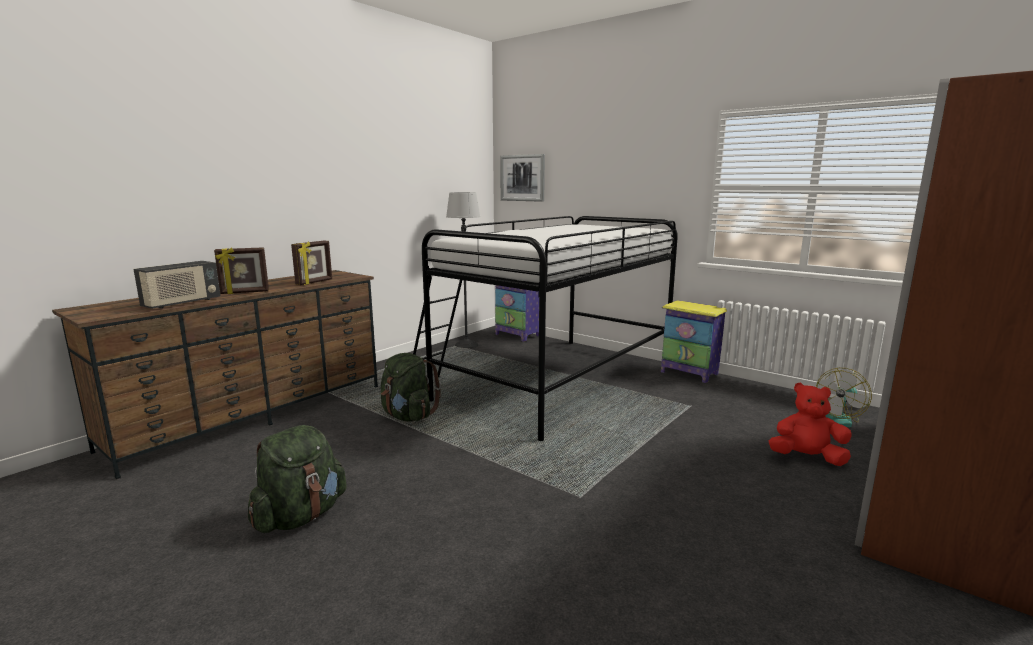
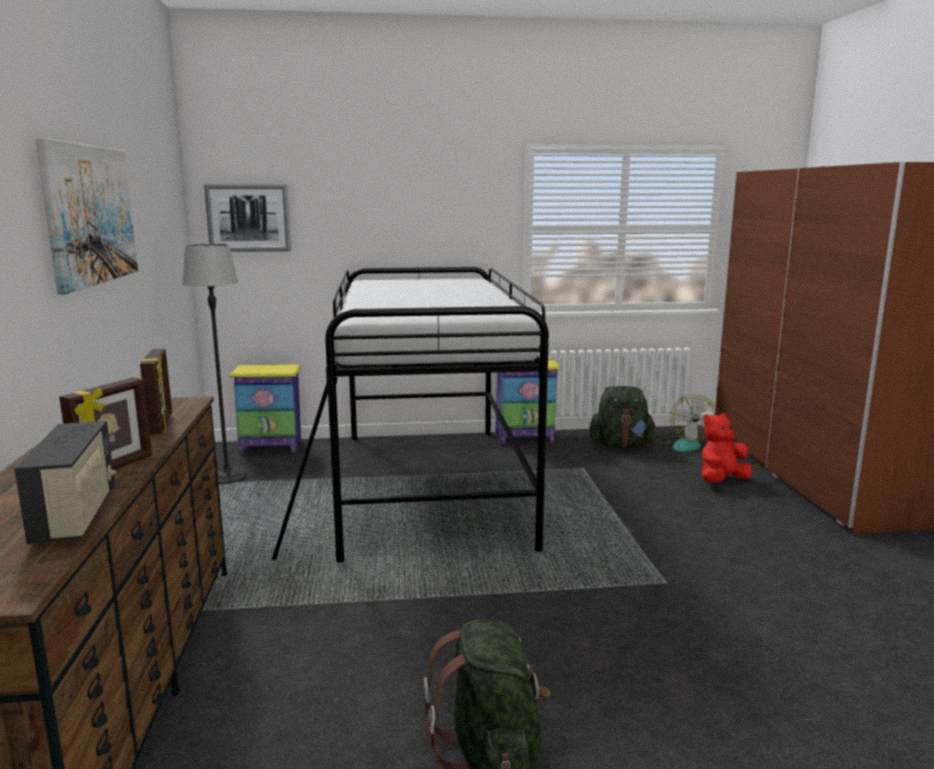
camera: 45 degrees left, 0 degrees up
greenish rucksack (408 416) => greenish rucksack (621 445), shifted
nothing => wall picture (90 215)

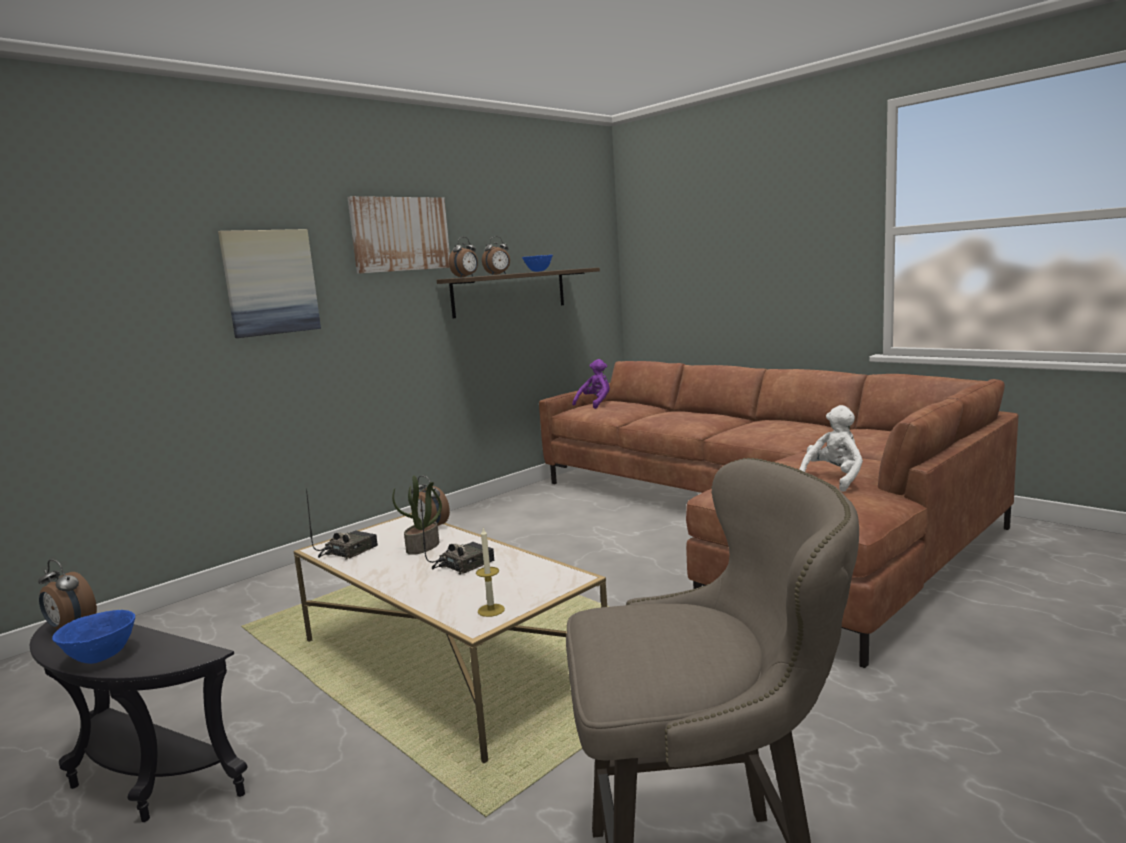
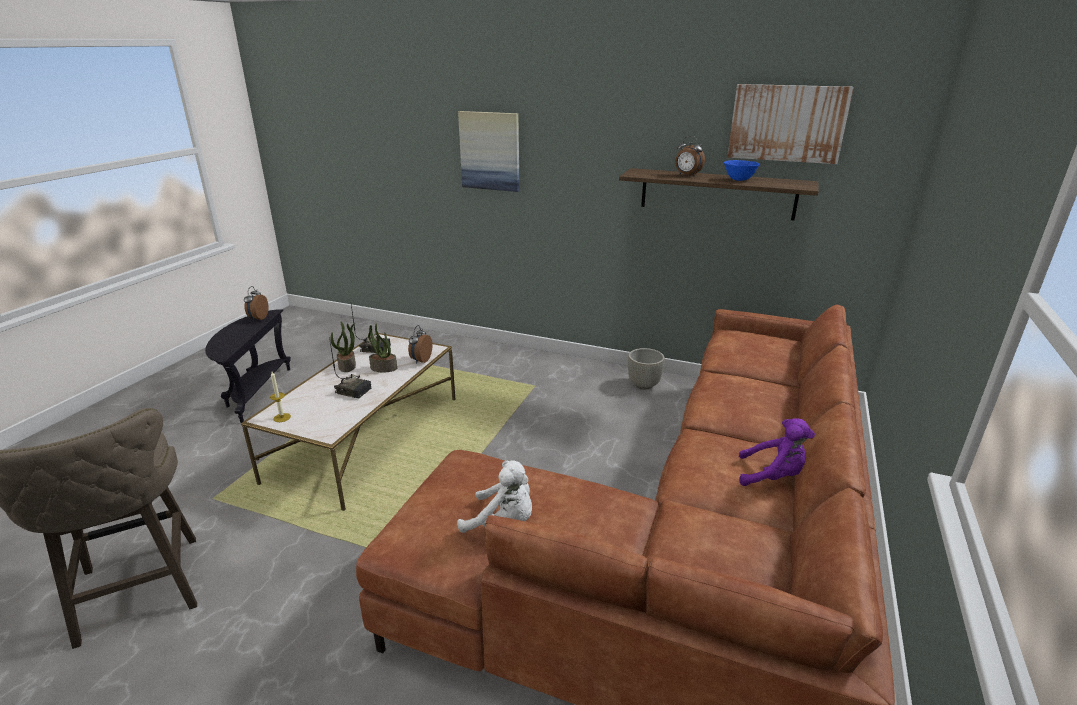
camera: 65 degrees right, 15 degrees up
bluish bowl (101 657) => nothing
wall picture (400 234) => wall picture (787 123), shifted
bedside clock (466 277) => nothing
purplish plush toy (595 404) => purplish plush toy (773 476), shifted
nothing => houseplant (347 366)
nothing => gray planter (644 385)

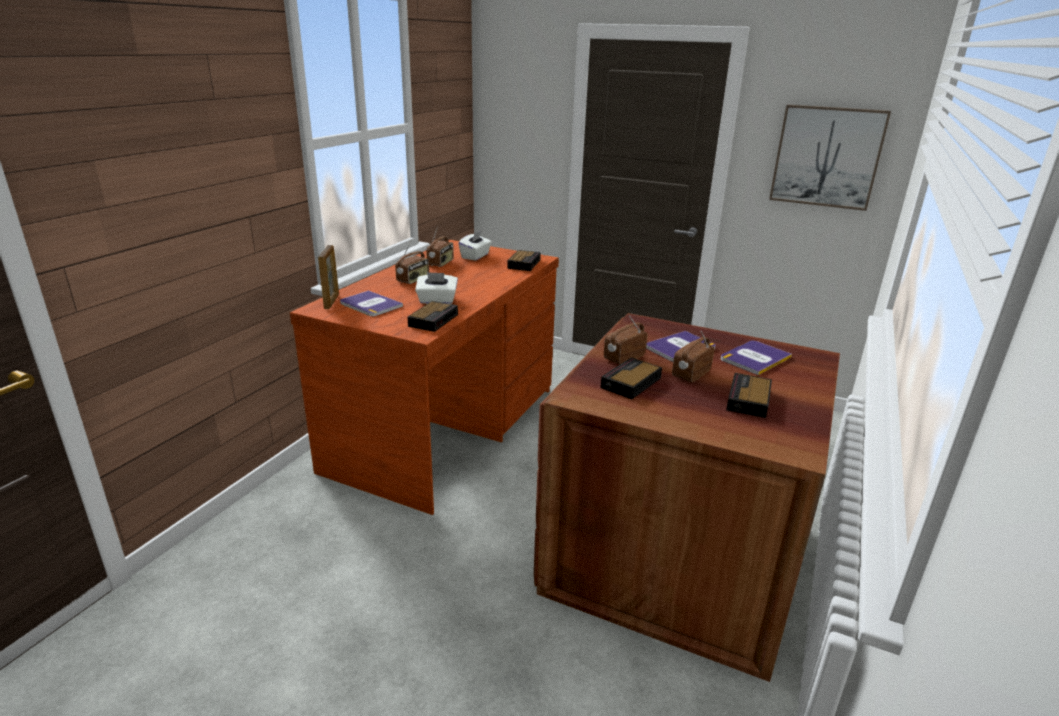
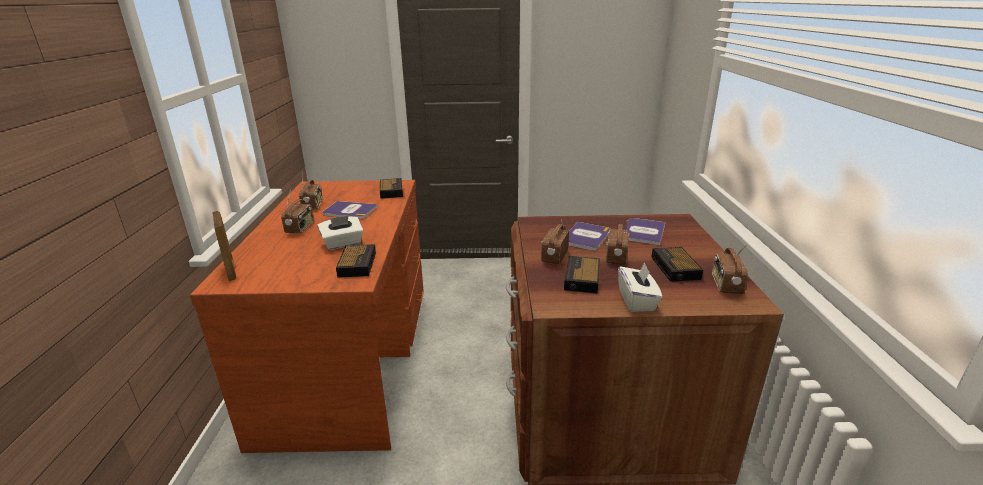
camera: 25 degrees left, 0 degrees up
volume (370 305) => volume (350 211), shifted
whitish tissue box (475 256) => whitish tissue box (637 301), shifted
wall picture (827 157) => nothing
nothing => radio (725 285)

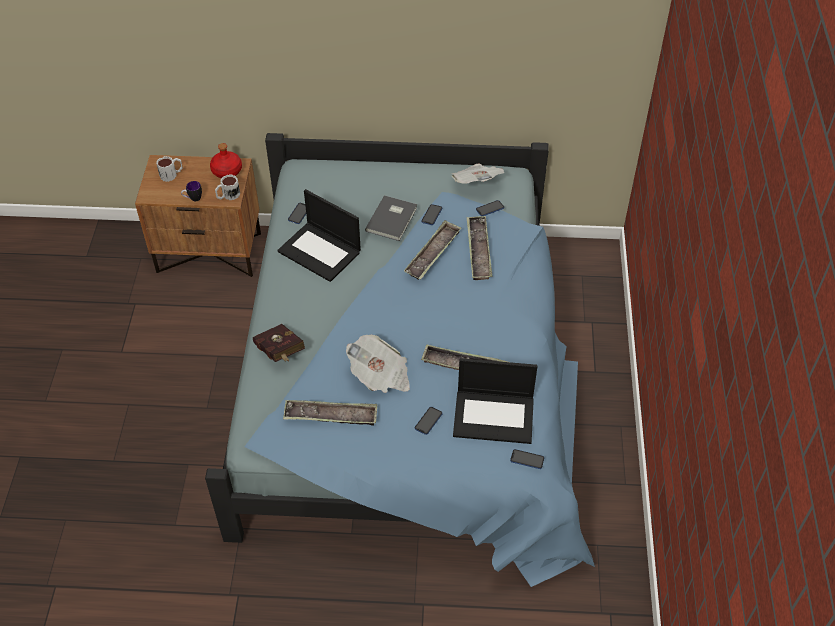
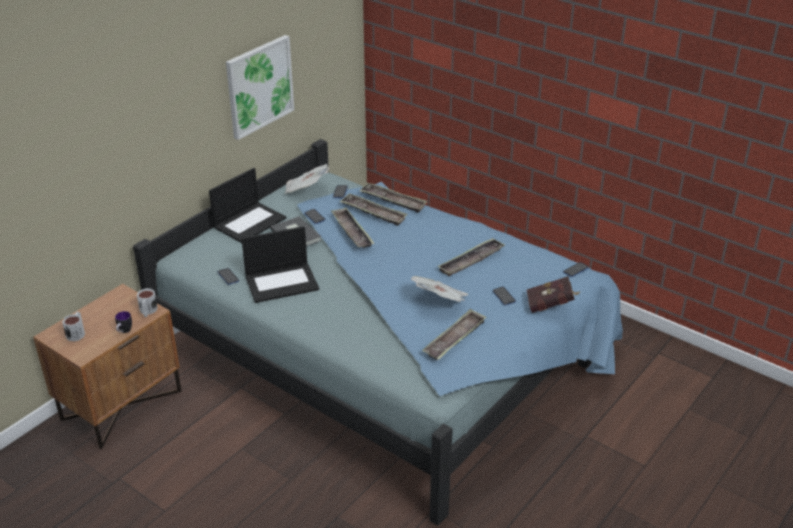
camera: 55 degrees left, 15 degrees down
reddish drink bottle (227 171) => nothing
reddish volume (280 353) => reddish volume (551 305), shifted
notebook computer (494 416) => notebook computer (250 222), shifted
nothing => wall picture (259 86)
nothing => tray (393 201)

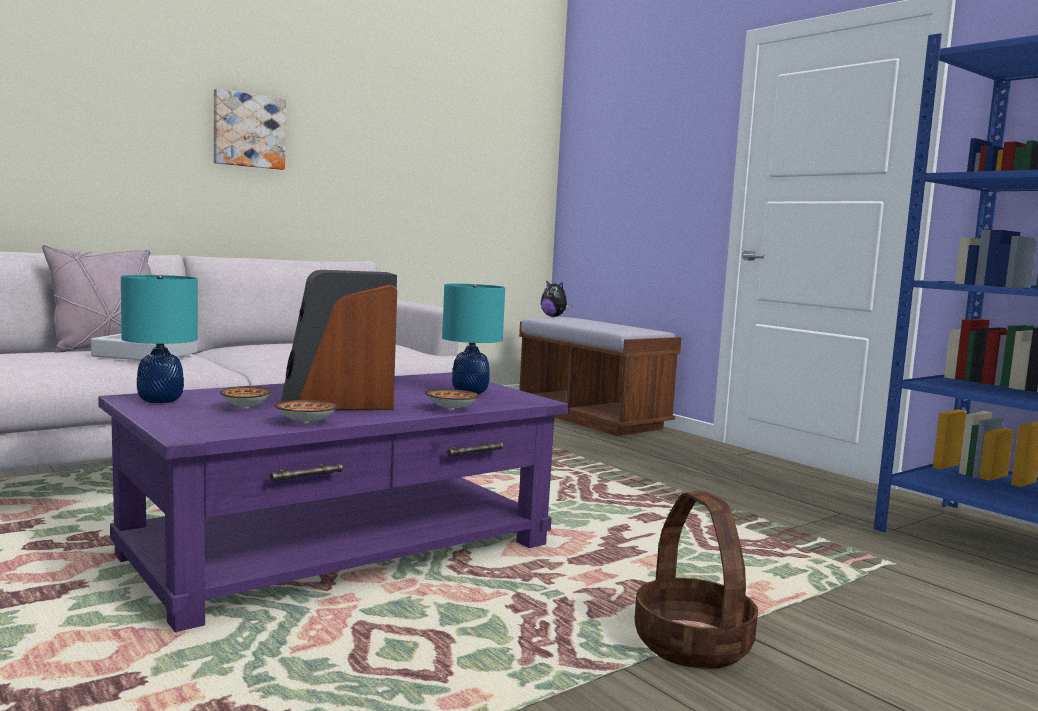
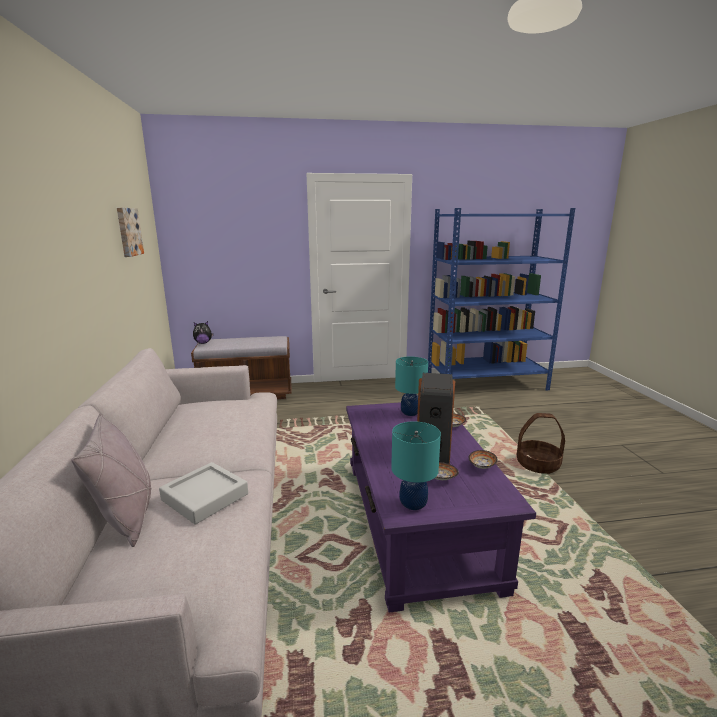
camera: 60 degrees left, 10 degrees up
wall picture (248 130) => wall picture (128 232), shifted

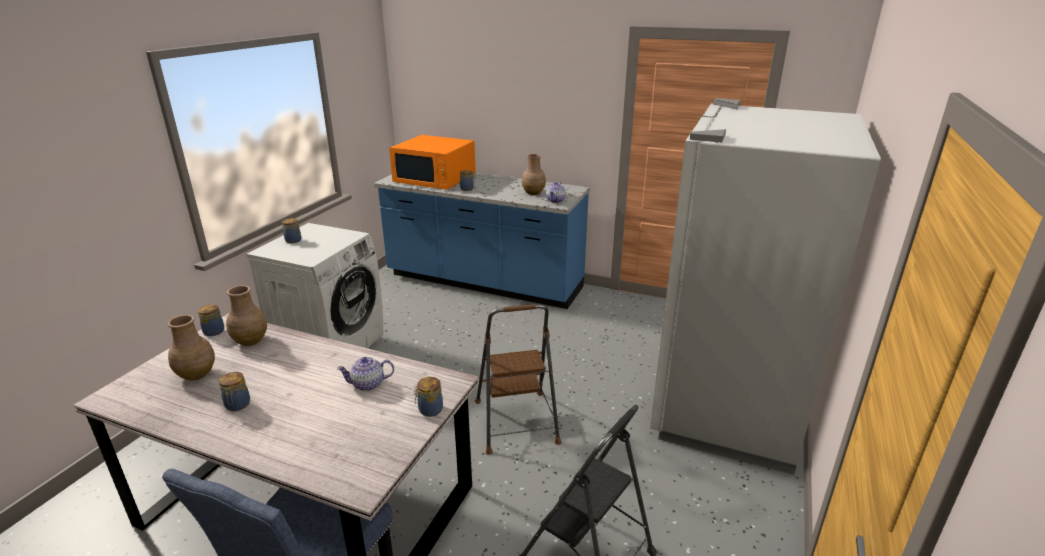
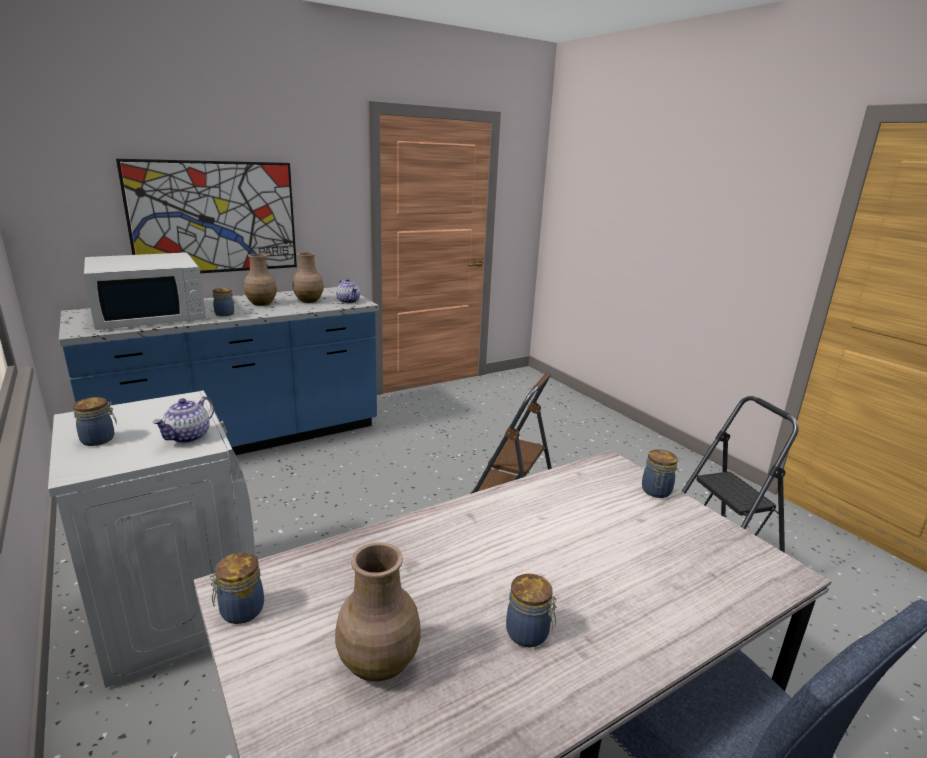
camera: 55 degrees left, 5 degrees down
brown-coloured vase (250 340) => brown-coloured vase (261 303), shifted
tea pot (367 384) => tea pot (188 437), shifted
orange microwave (435 179) => whitish microwave (151 315)
whitish refrigerator (725 404) => nothing
nothing => wall picture (215 218)

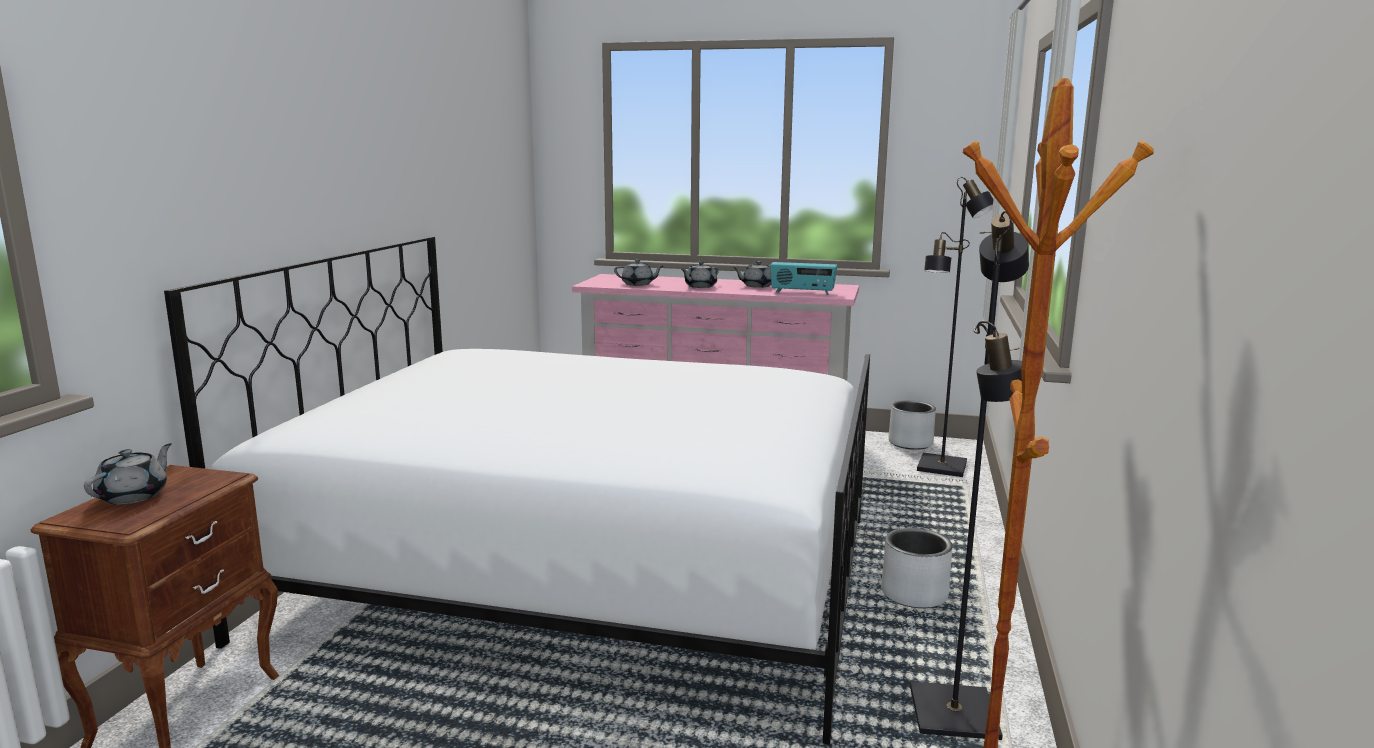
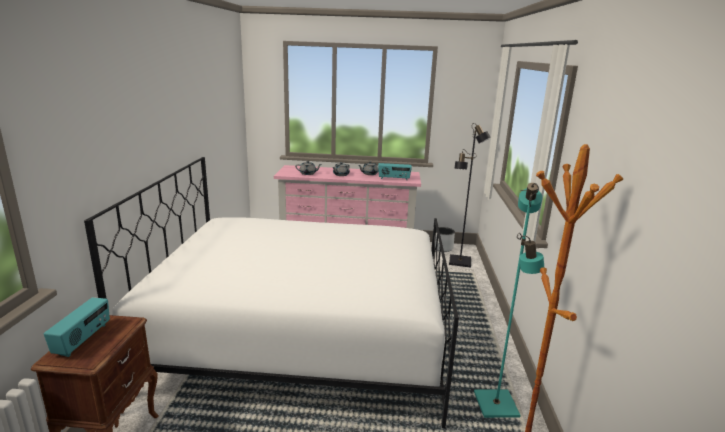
camera: 10 degrees left, 5 degrees up
gray tea pot (134 496) => radio (83 340)
gray planter (915 594) => nothing
black-coloured standard lamp (953 714) => turquoise-coloured standard lamp (496 405)

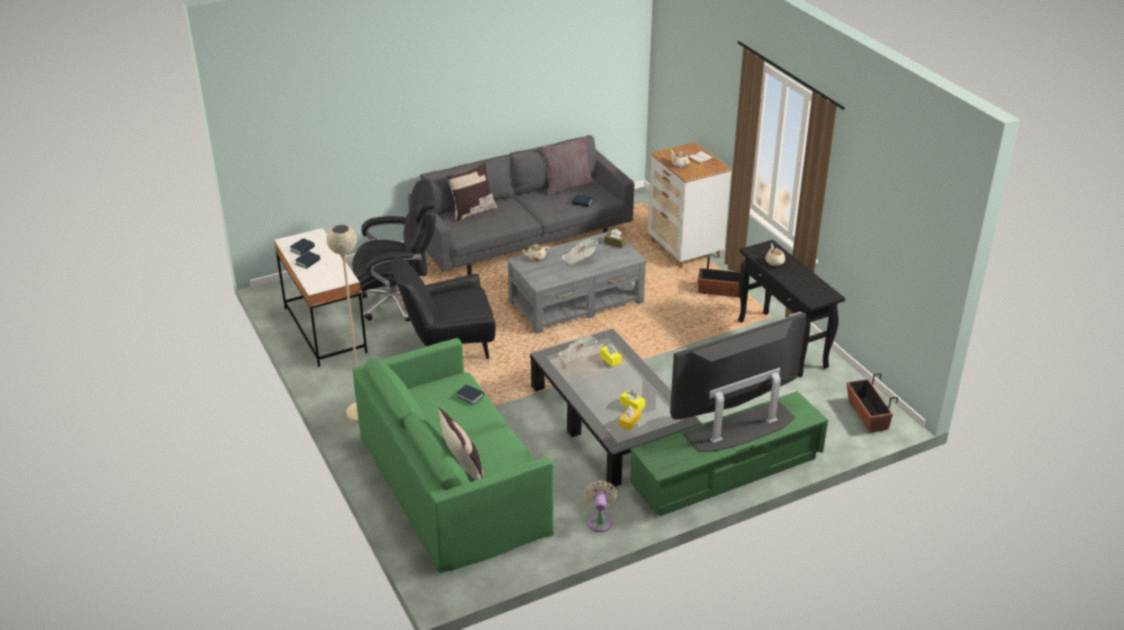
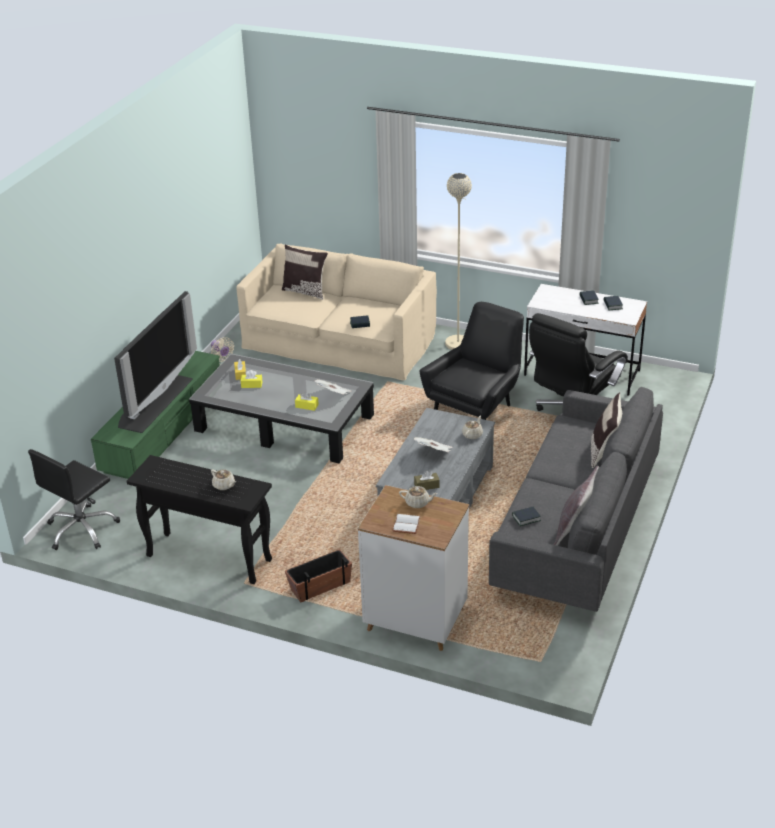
camera: 140 degrees right, 0 degrees up
greenish sofa (453 482) => beige sofa (339 341)
planter (867 415) => black-coloured desk chair (82 529)

